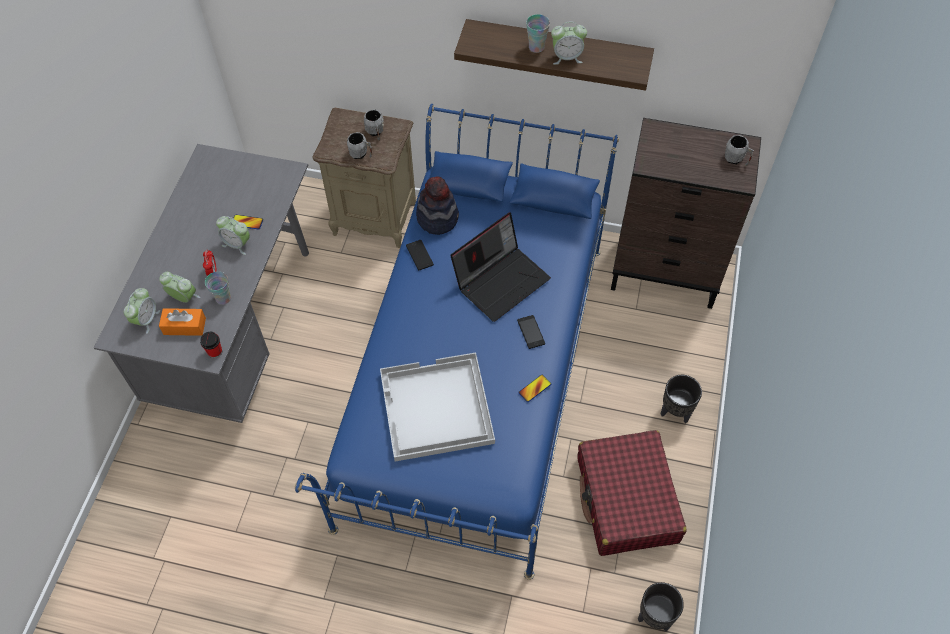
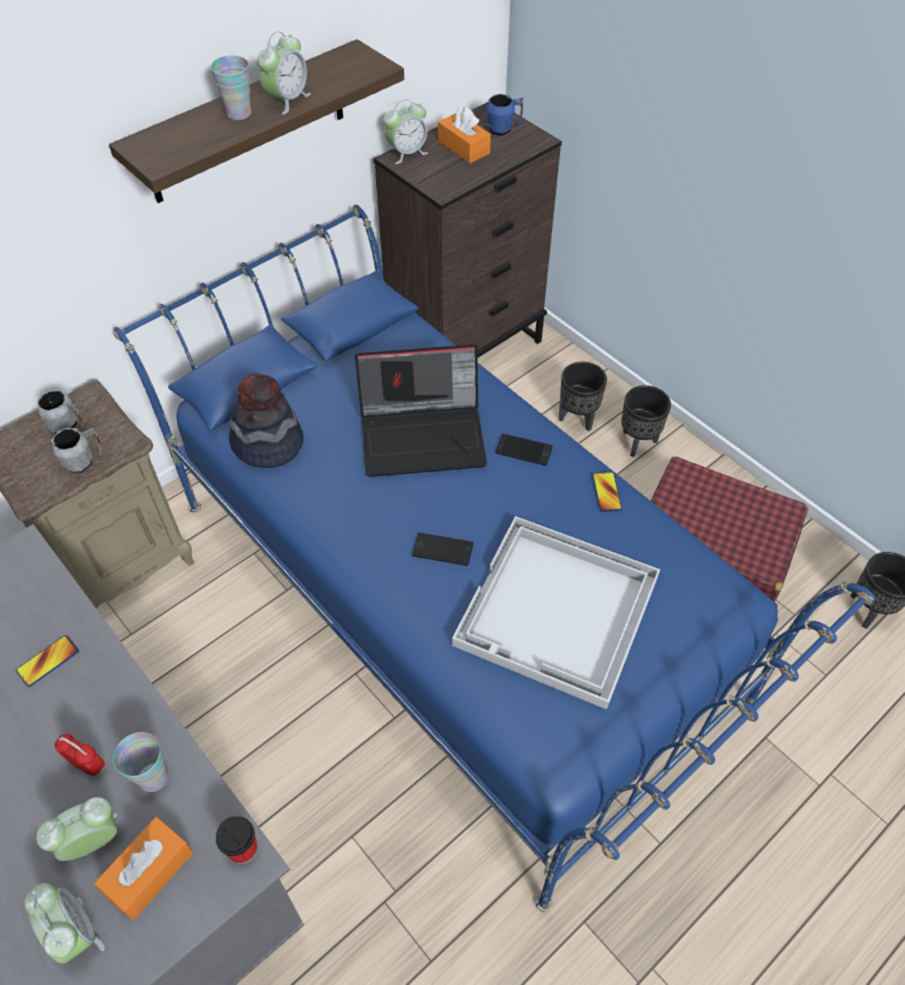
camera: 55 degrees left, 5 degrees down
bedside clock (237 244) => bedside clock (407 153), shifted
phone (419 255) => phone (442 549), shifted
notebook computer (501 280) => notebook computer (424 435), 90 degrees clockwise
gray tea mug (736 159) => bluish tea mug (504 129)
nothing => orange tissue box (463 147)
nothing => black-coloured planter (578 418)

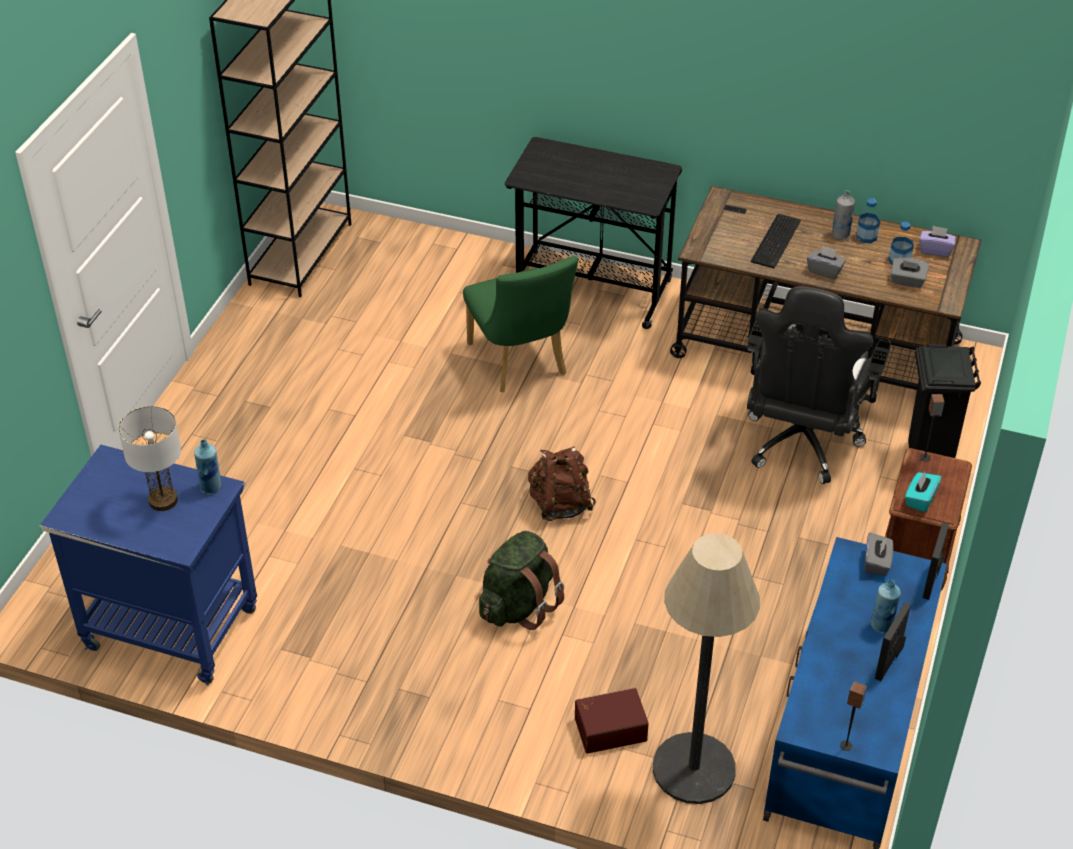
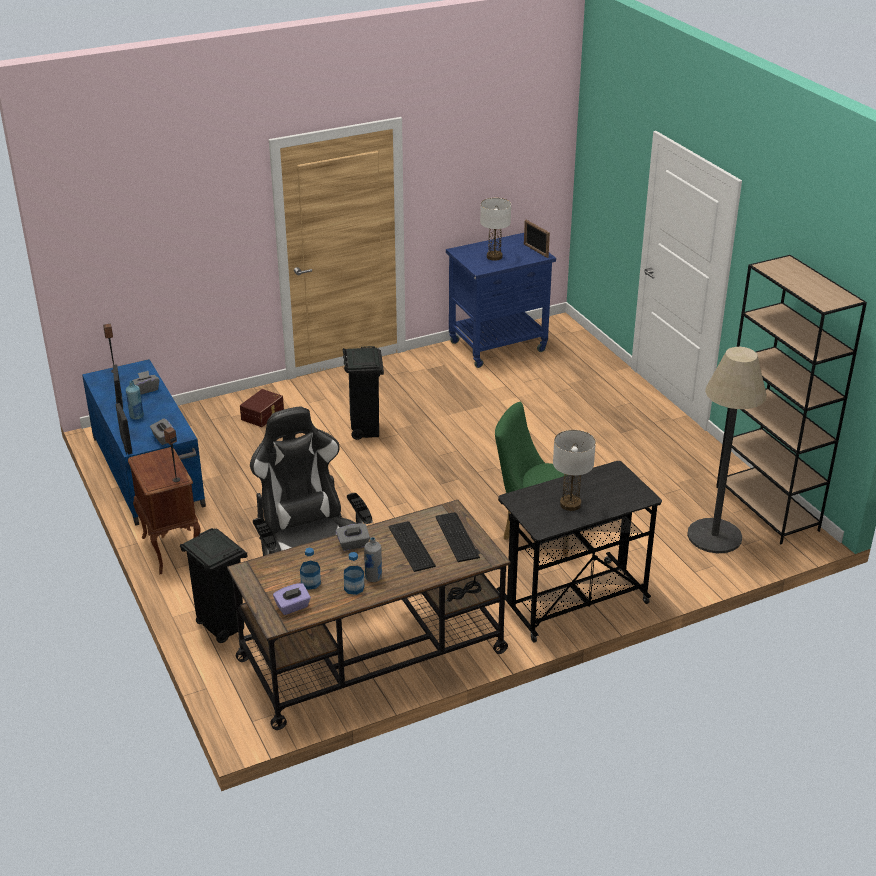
camera: 135 degrees right, 10 degrees down
bluish drink bottle (211 487) => nothing
greenish rucksack (519 606) => black-coloured waste bin (365 430)
brown-coloured rucksack (560 504) => nothing
standard lamp (694 768) => standard lamp (714 536), shifted
gray tissue box (907 281) => gray tissue box (146 390), shifted
turquoise-coloured tissue box (920 499) => nothing
nothing => keyboard (456 538)
nothing => picture frame (535 251)
nothing => lamp for a table (570 504)

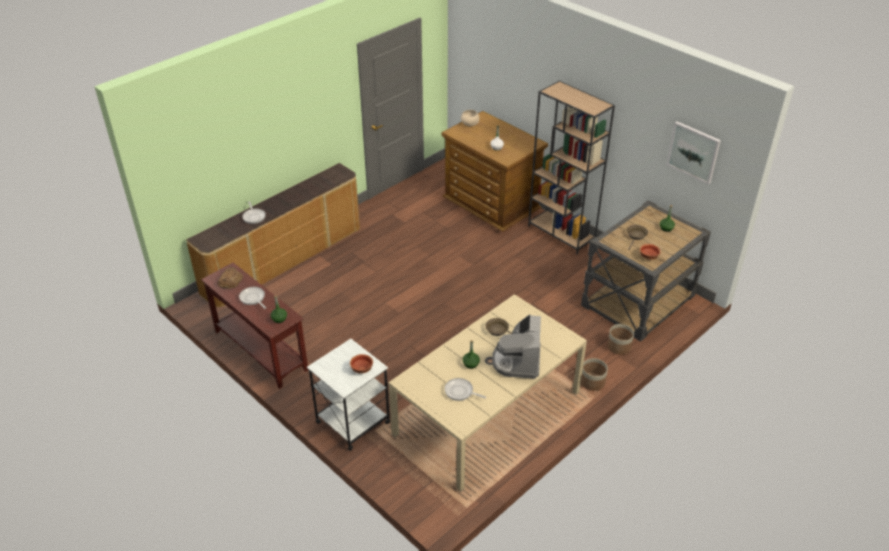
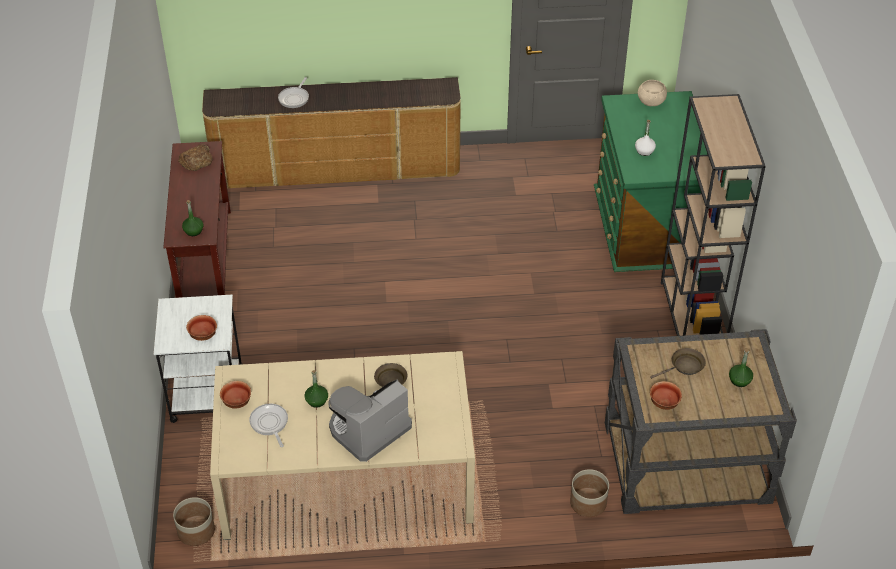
camera: 40 degrees right, 5 degrees up
skillet (253 298) => nothing
brown-coloured chest of drawers (492 206) => greenish chest of drawers (646 230)
planter (592 382) => planter (196 531), shifted
wall picture (693 152) => nothing
nothing => bowl (237 402)

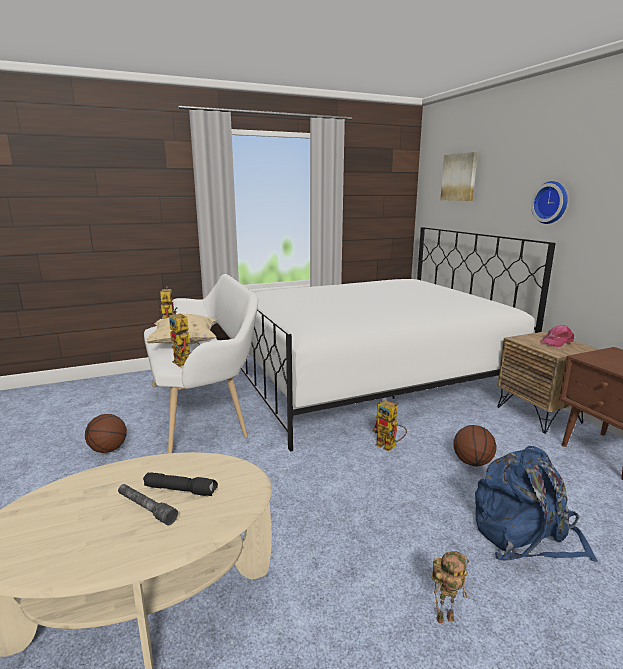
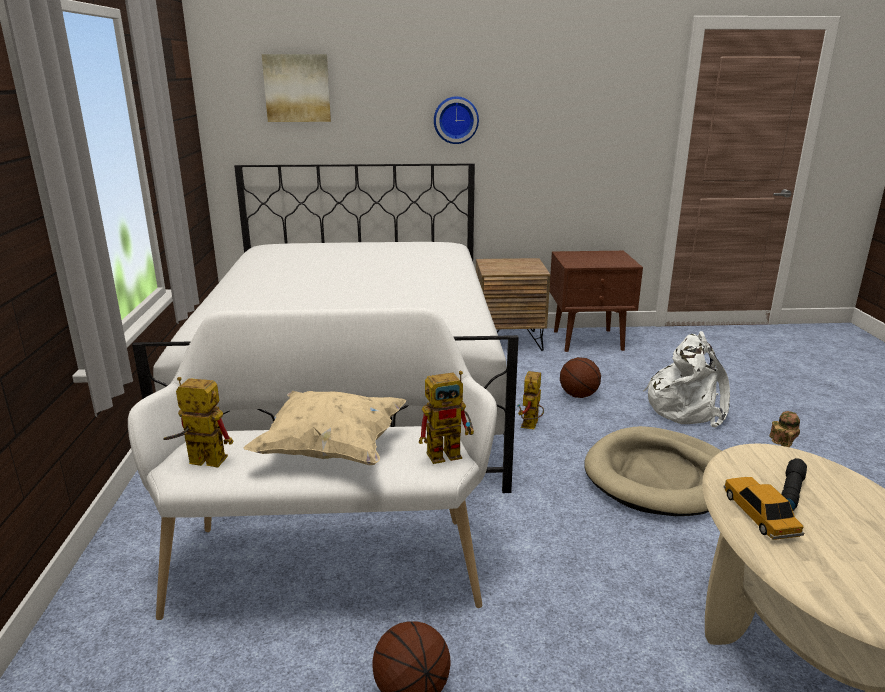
camera: 70 degrees left, 5 degrees up
gray hand torch (146 508) => nothing
robot figure (389 446) => robot figure (531 427), 135 degrees clockwise
bluish rucksack (525 535) => whitish rucksack (686 408)
pinkish peaked cap (556 342) => nothing
nothing => beige dog bed (659 476)
nothing => toy car (759 515)

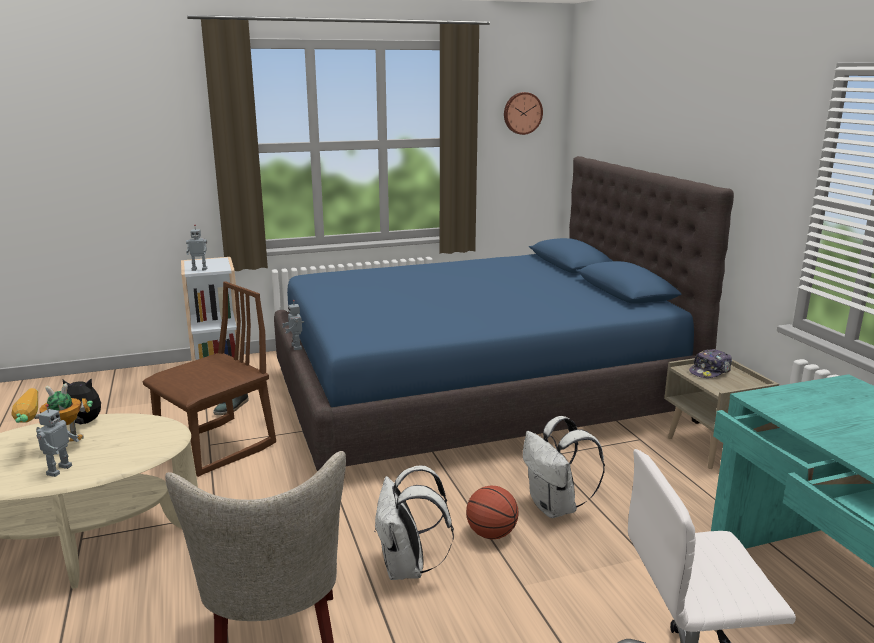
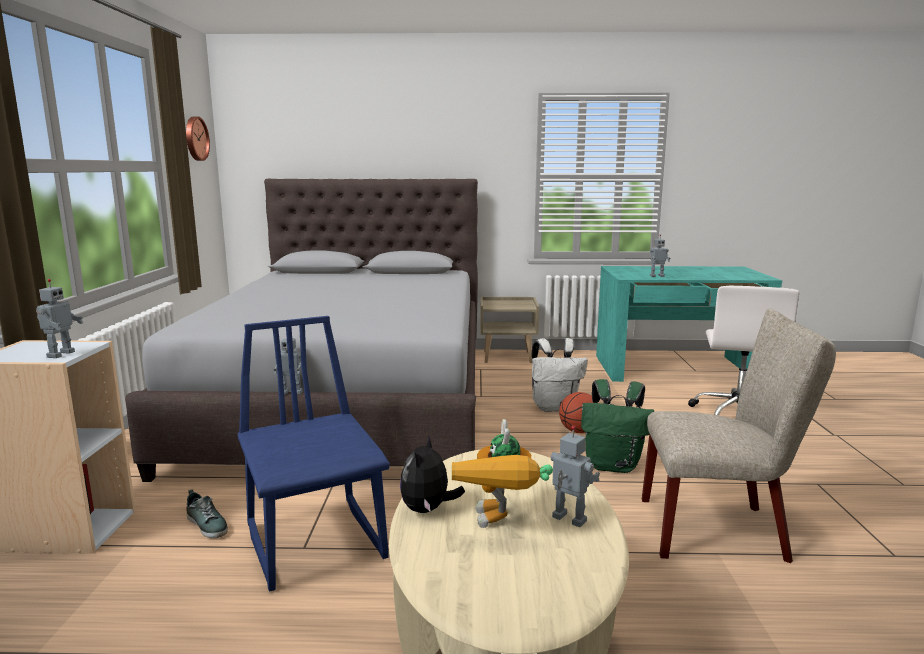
camera: 70 degrees left, 5 degrees down
brown-coloured plain chair (217 447) => bluish plain chair (317 542)
bluish bed (477 395) => gray bed (351 399)
whitish rucksack (408 568) => greenish rucksack (613 465)
peaked cap (710 371) => nothing
nothing => robot figure (656 276)

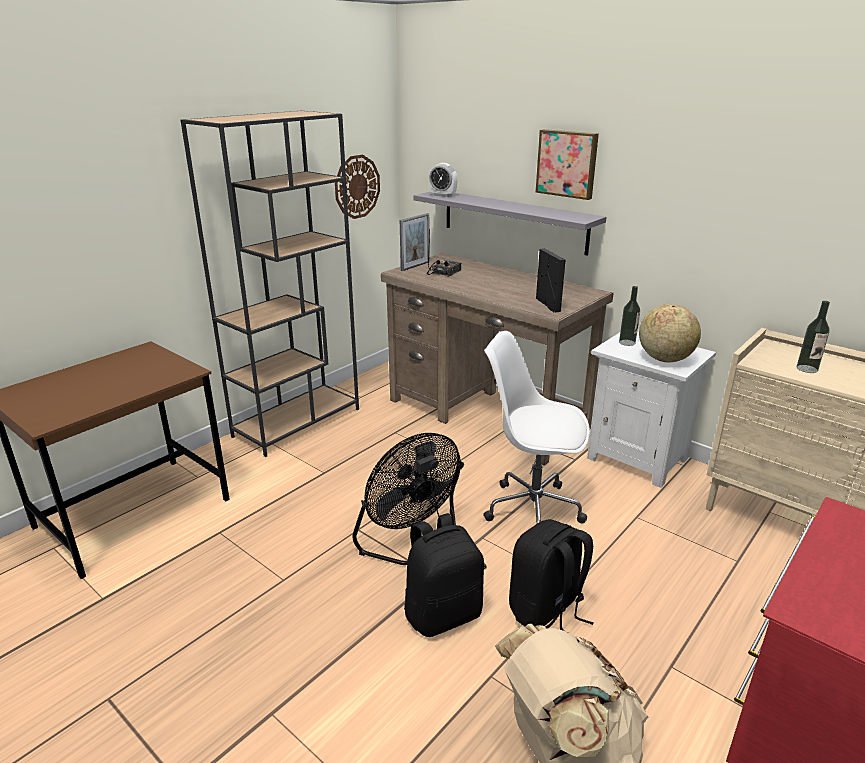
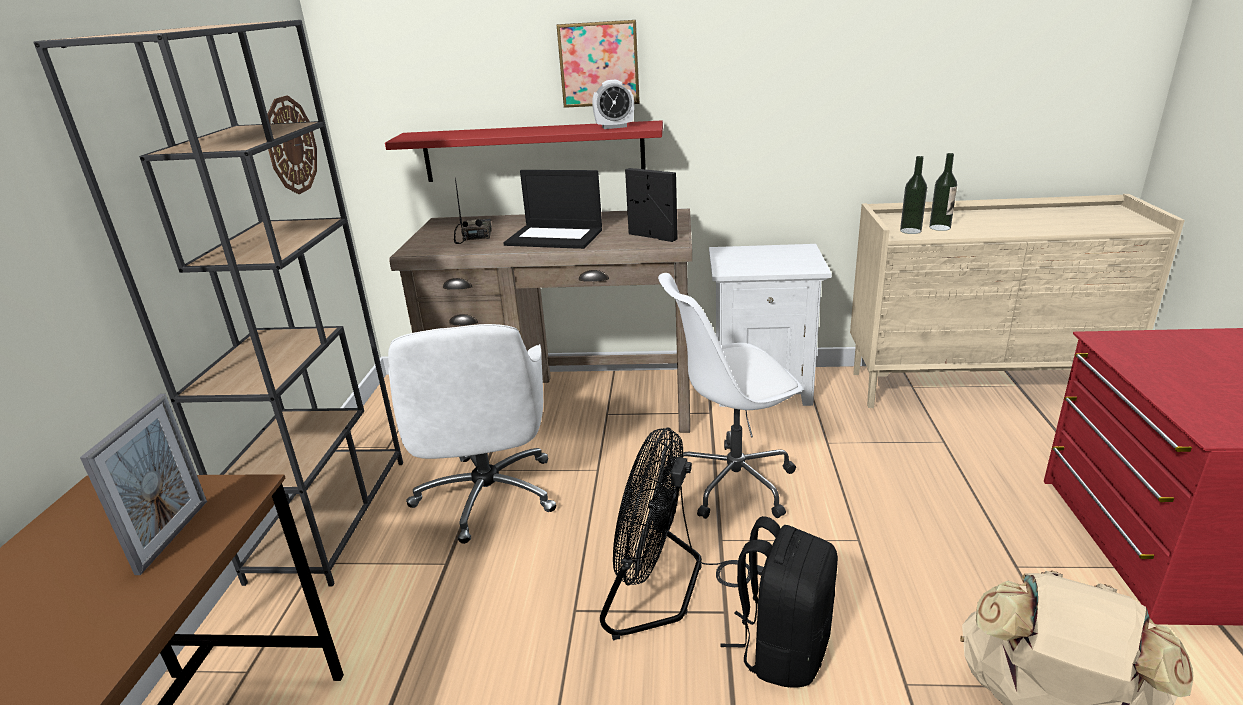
camera: 35 degrees left, 0 degrees up
picture frame (415 266) => picture frame (173 536), shifted
gray shelf (513 221) => reddish shelf (533 152)
bedside clock (442 195) => bedside clock (614 127), shifted
black-coloured rucksack (547 612) => nothing
drink bottle (627 342) => drink bottle (910 231), shifted
world globe (664 359) => nothing
nothing => whitish desk chair (486 495)
nothing => notebook computer (555 237)

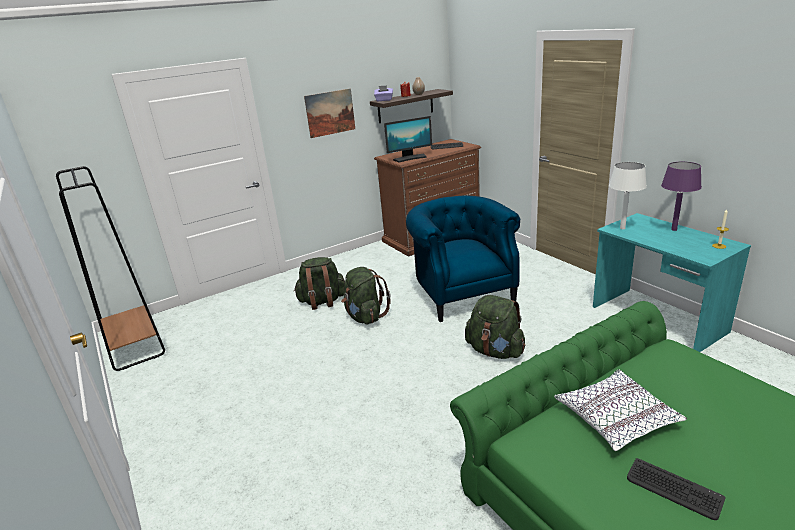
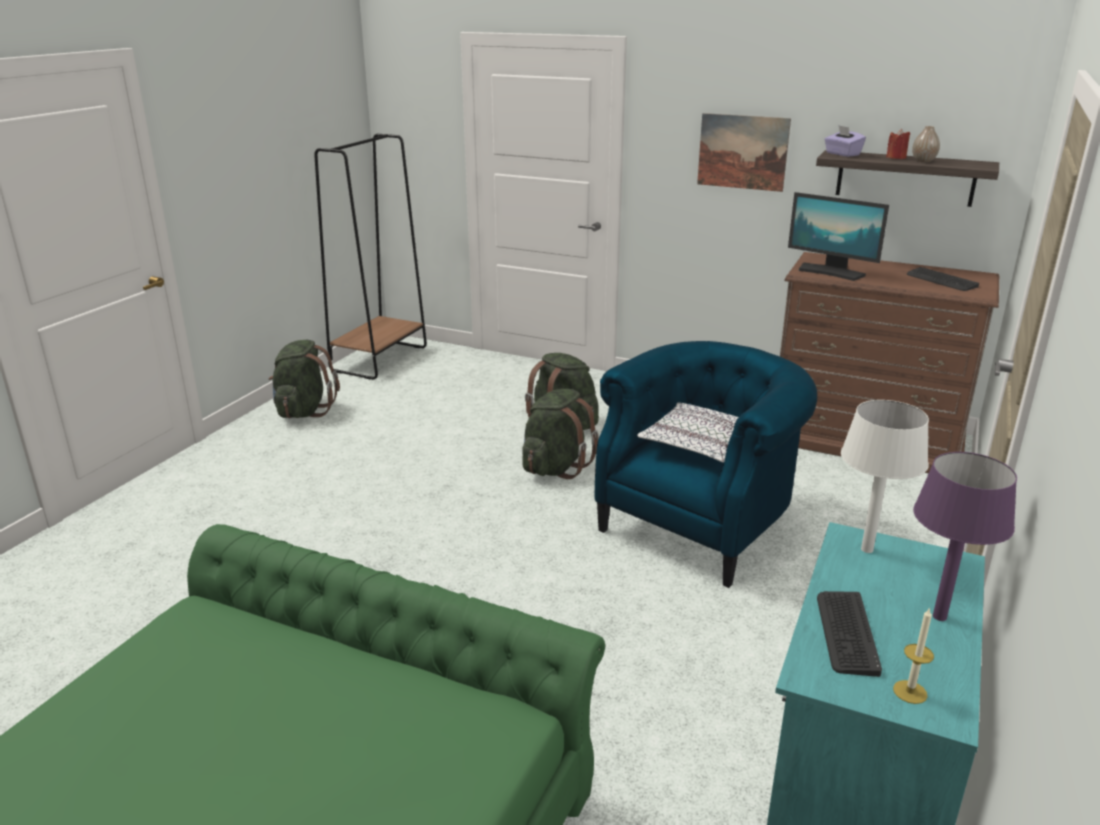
camera: 55 degrees right, 0 degrees up
greenish rucksack (495 351) => greenish rucksack (304 411), shifted
whitish cushion (616 418) => whitish cushion (698 444), shifted
keyboard (673 489) => keyboard (846 633), shifted

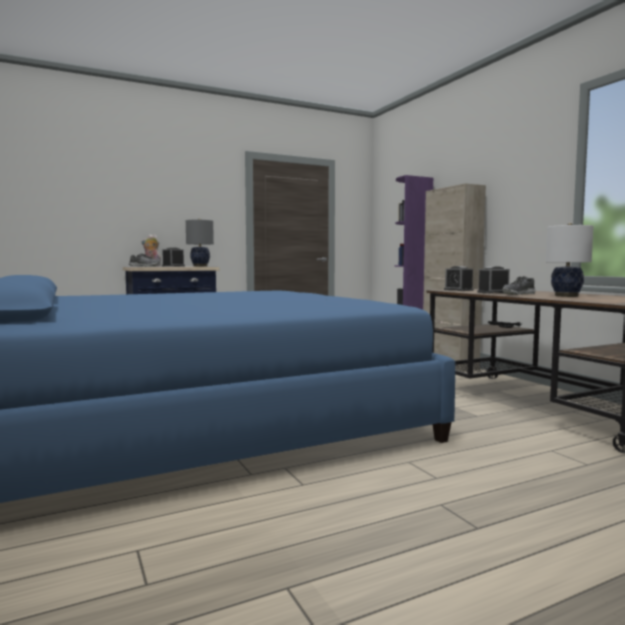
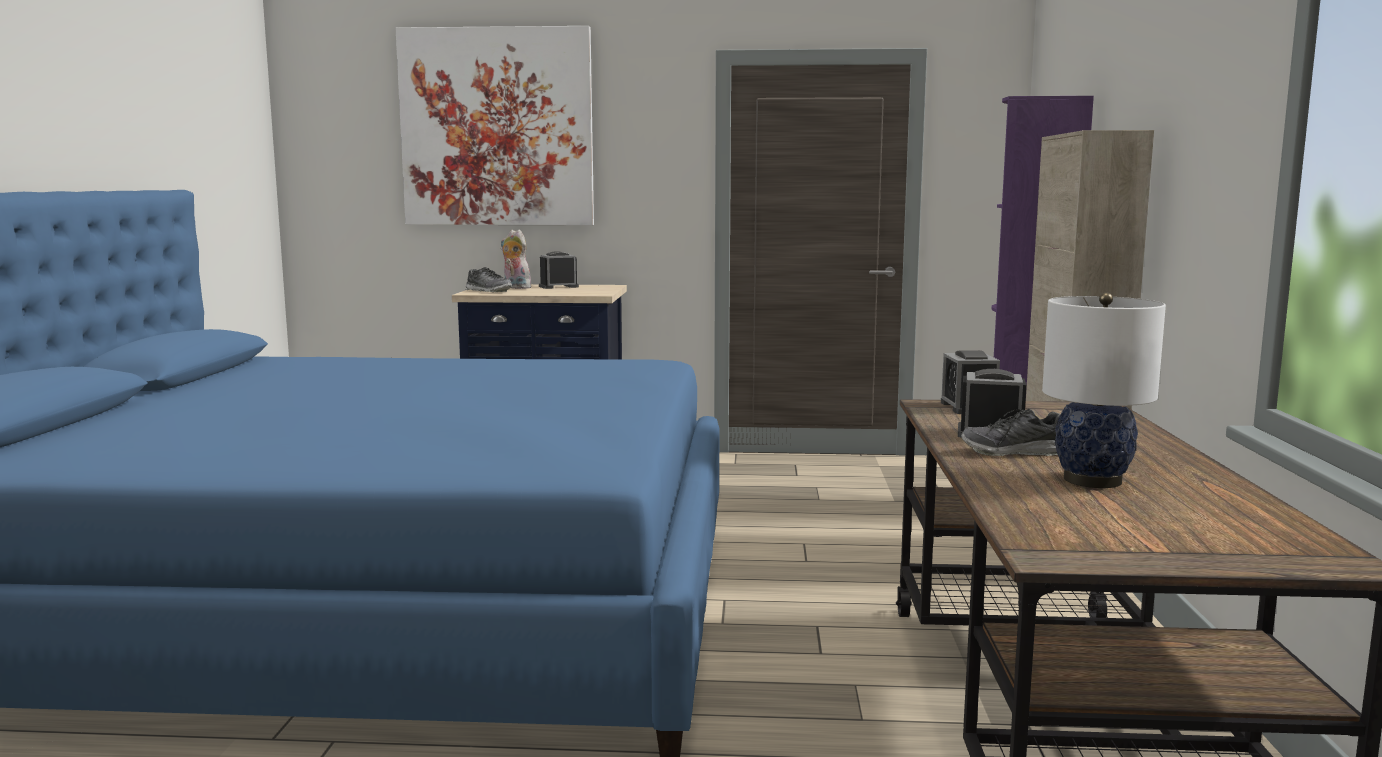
camera: 30 degrees right, 5 degrees up
gray lamp for a table (200 266) => nothing
nothing => wall picture (497 128)

